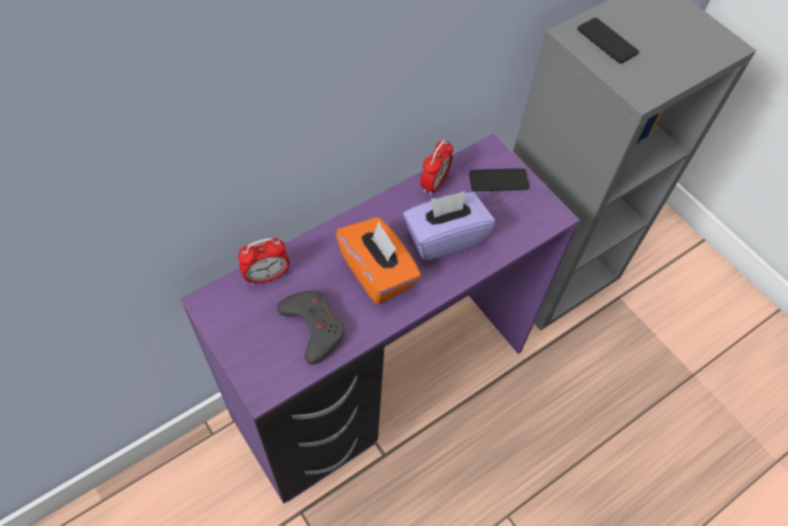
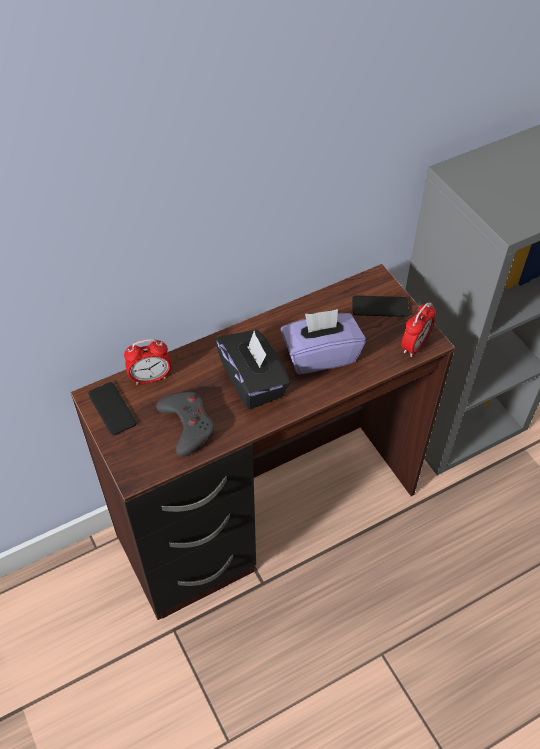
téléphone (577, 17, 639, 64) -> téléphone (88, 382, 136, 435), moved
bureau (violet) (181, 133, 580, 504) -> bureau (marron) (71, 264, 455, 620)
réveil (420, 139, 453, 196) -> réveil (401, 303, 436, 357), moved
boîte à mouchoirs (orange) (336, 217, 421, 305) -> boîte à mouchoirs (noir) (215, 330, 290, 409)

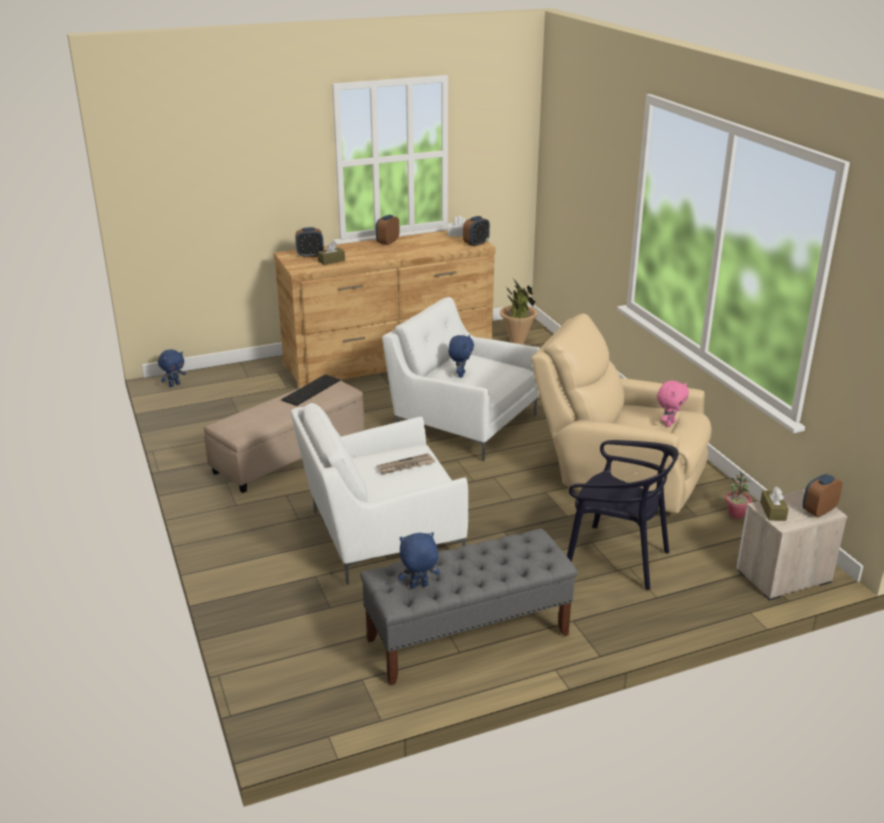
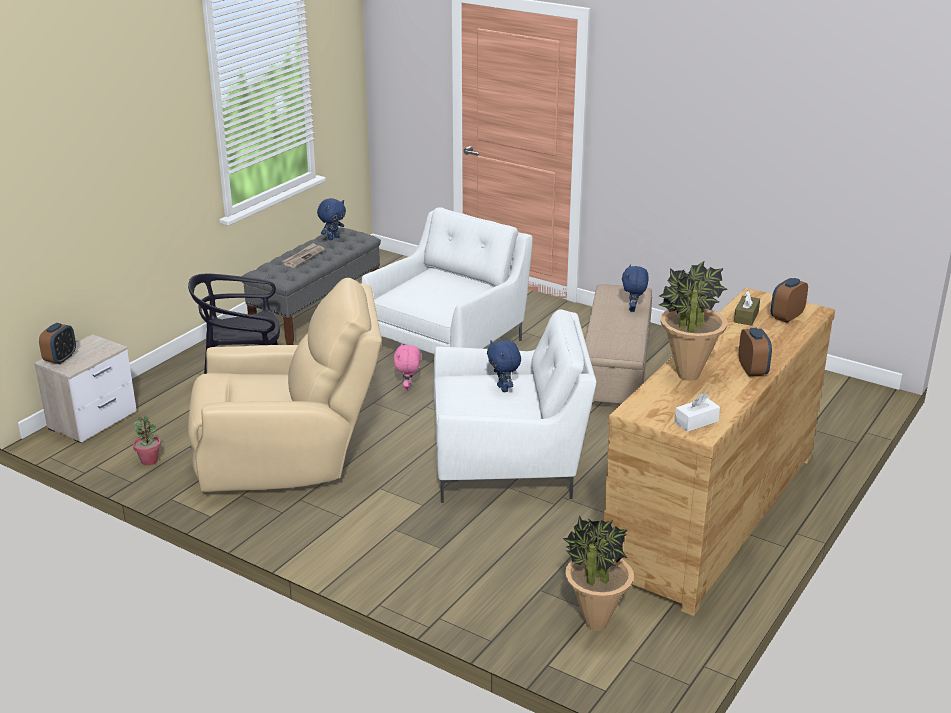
réveil (463, 216, 490, 247) -> none
peluche (bleu) (158, 349, 186, 387) -> peluche (bleu) (622, 264, 649, 312), moved
clavier (281, 374, 340, 406) -> none
peluche (rose) (657, 381, 689, 427) -> peluche (rose) (393, 343, 421, 391), moved
journal (377, 453, 435, 474) -> journal (282, 243, 325, 268), moved
boîte à mouchoirs (marron) (760, 487, 789, 521) -> none
none -> plante en pot (659, 260, 728, 381)

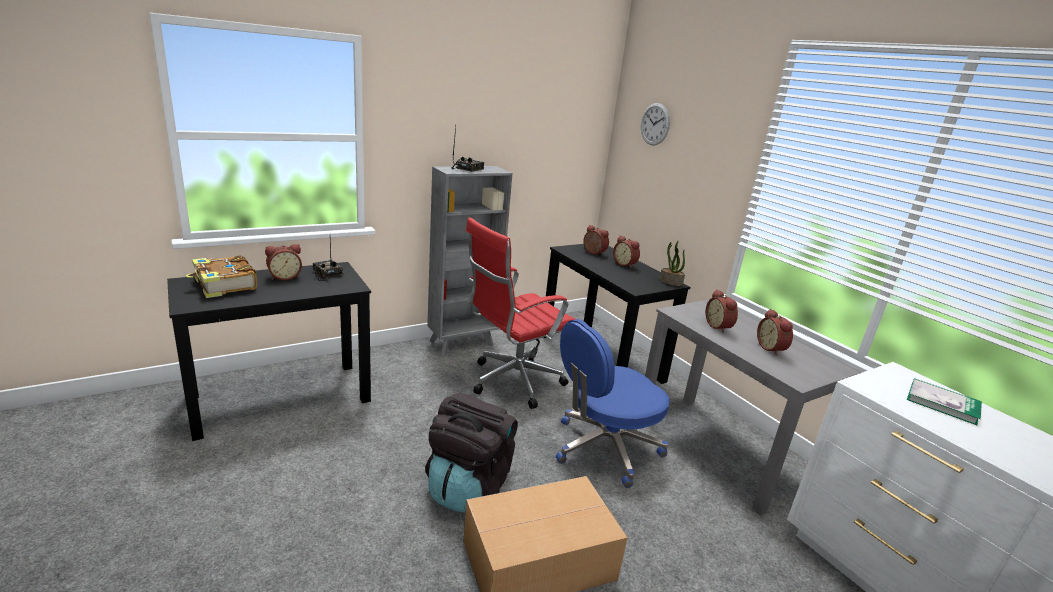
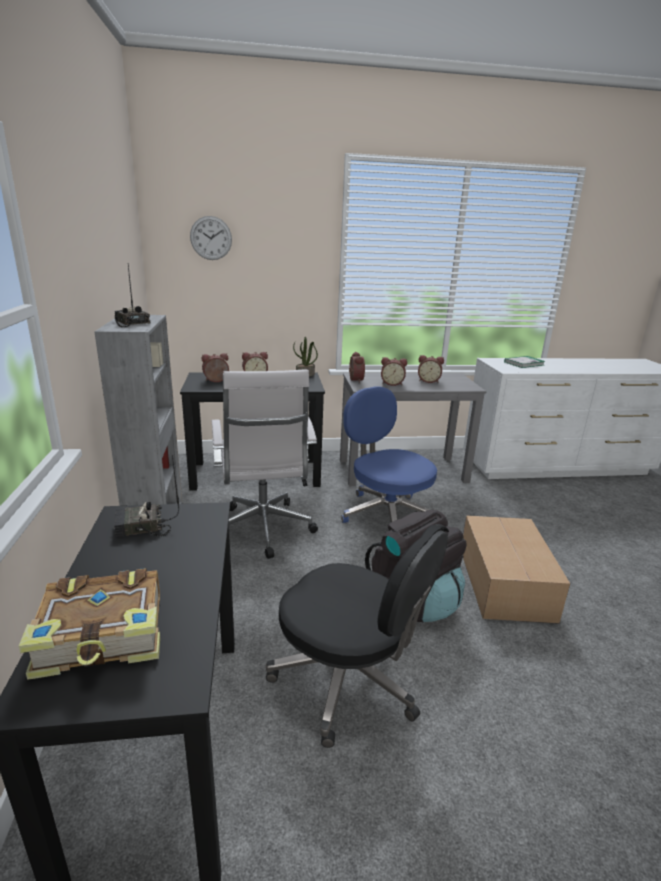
chaise de bureau (rouge) (466, 217, 575, 409) -> chaise de bureau (blanc) (212, 370, 318, 559)
réveil (265, 244, 302, 280) -> réveil (349, 352, 365, 383), moved
chaise de bureau (bleu) (556, 319, 670, 488) -> chaise de bureau (bleu) (341, 386, 437, 523), 150 degrees clockwise
none -> chaise de bureau (noir) (266, 524, 448, 748)

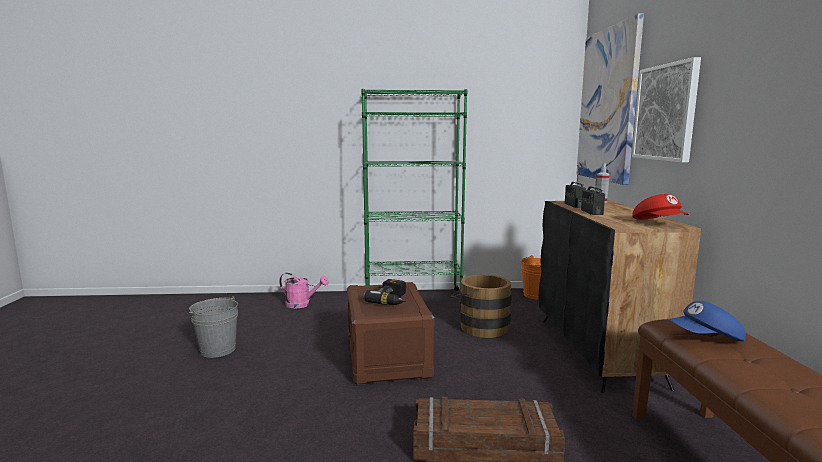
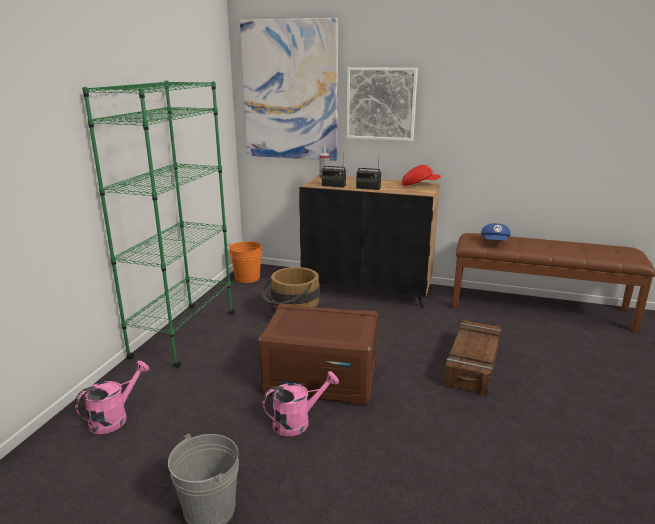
perceuse (363, 279, 406, 305) -> none
none -> arrosoir (rose) (263, 371, 339, 436)

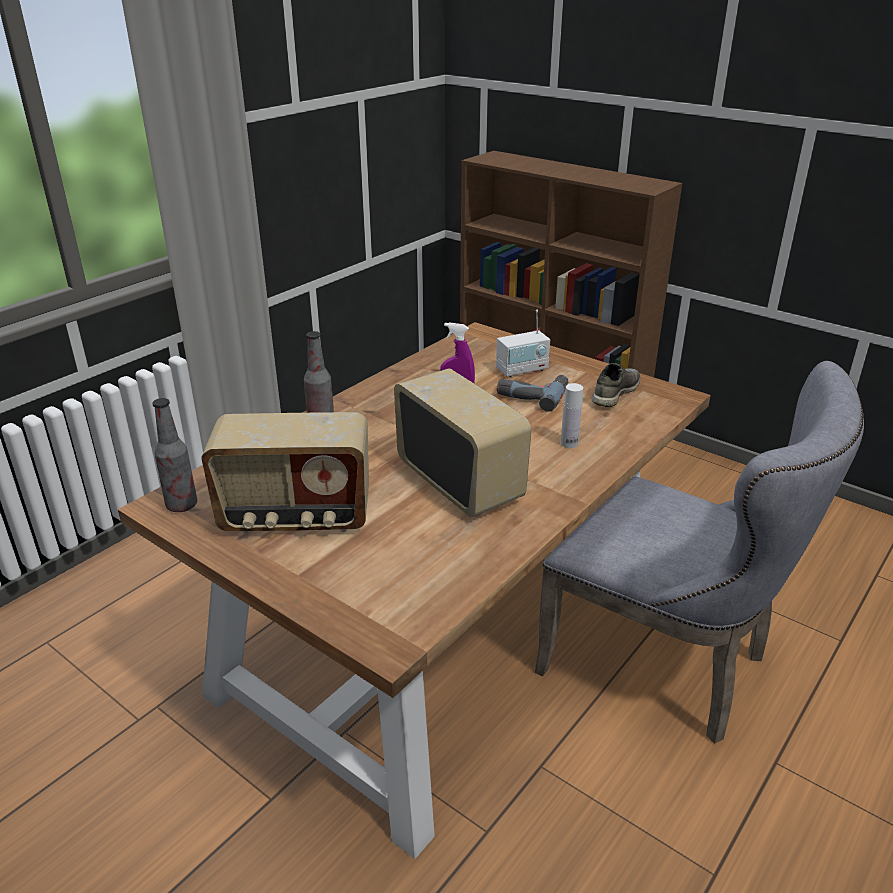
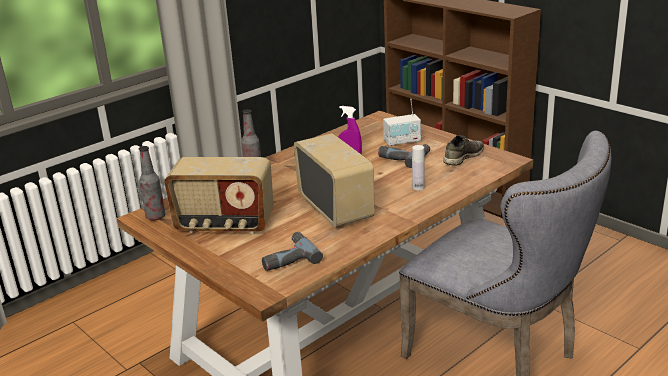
none -> perceuse (262, 232, 323, 271)

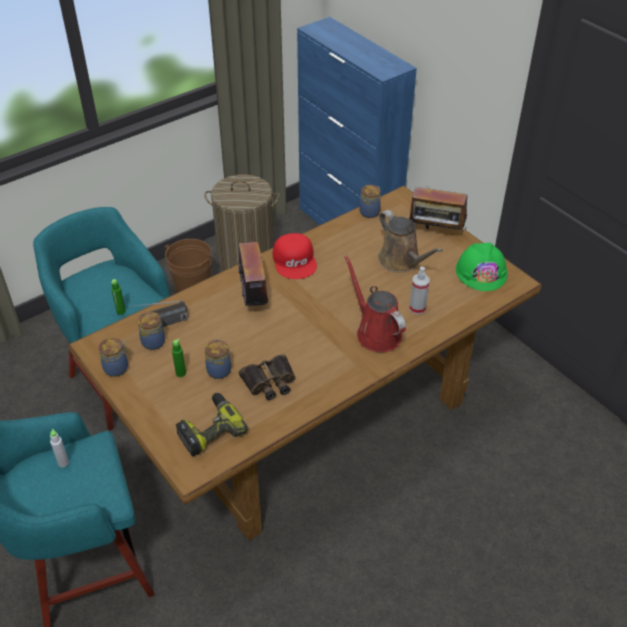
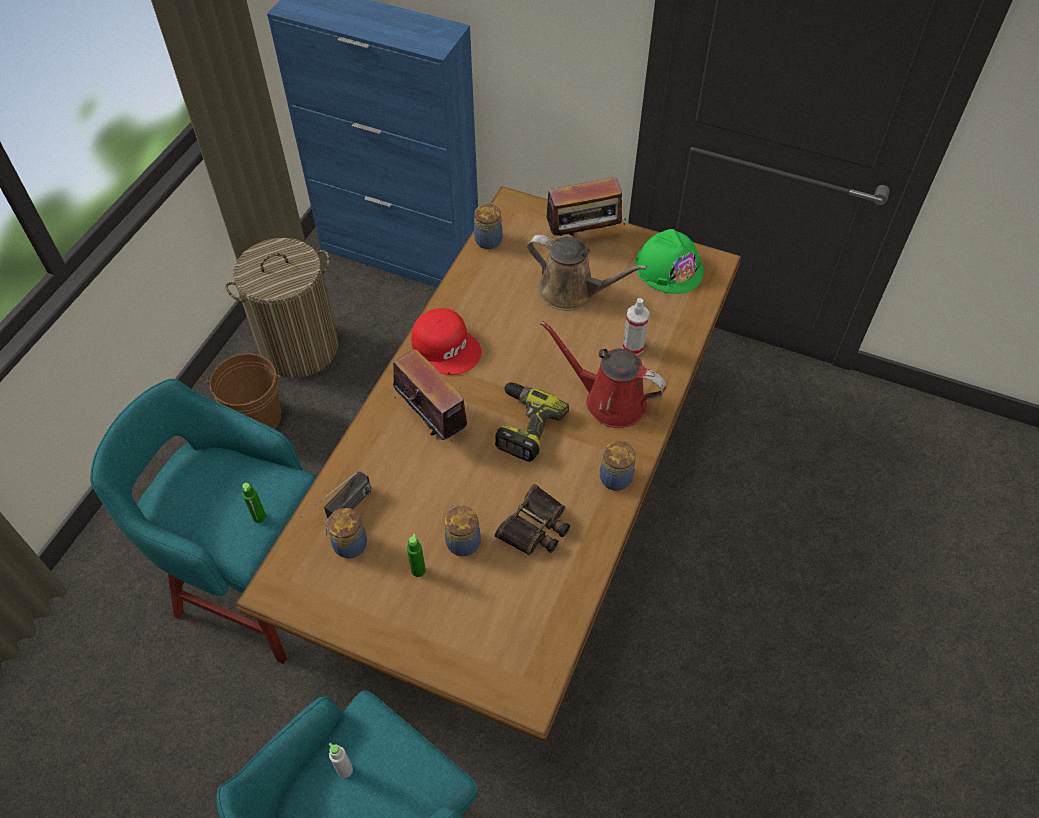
bocal (99, 338, 129, 377) -> bocal (600, 440, 636, 491), moved
perceuse (176, 393, 248, 456) -> perceuse (495, 382, 569, 462), moved

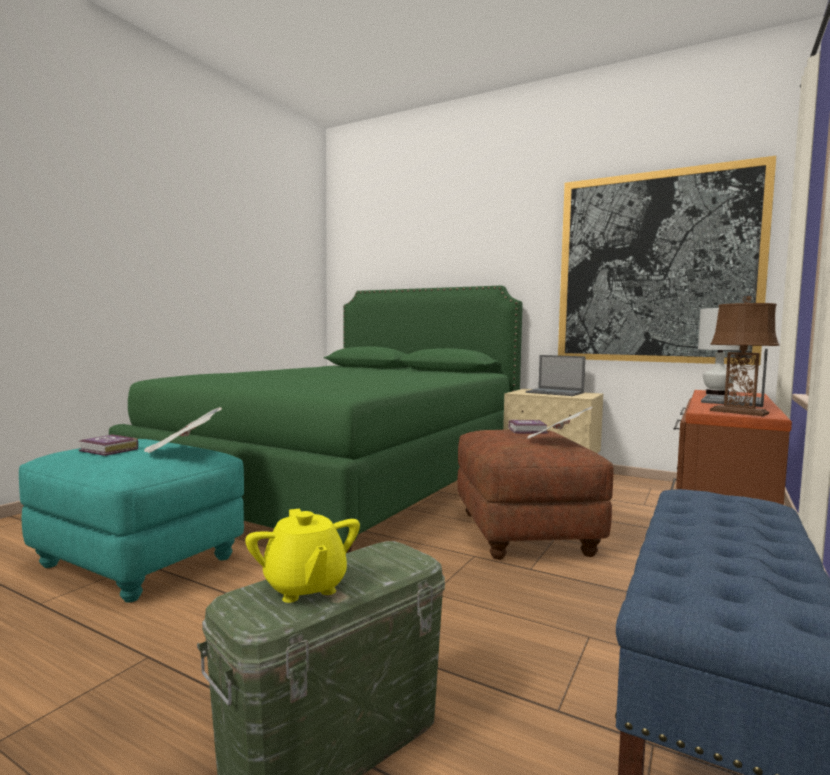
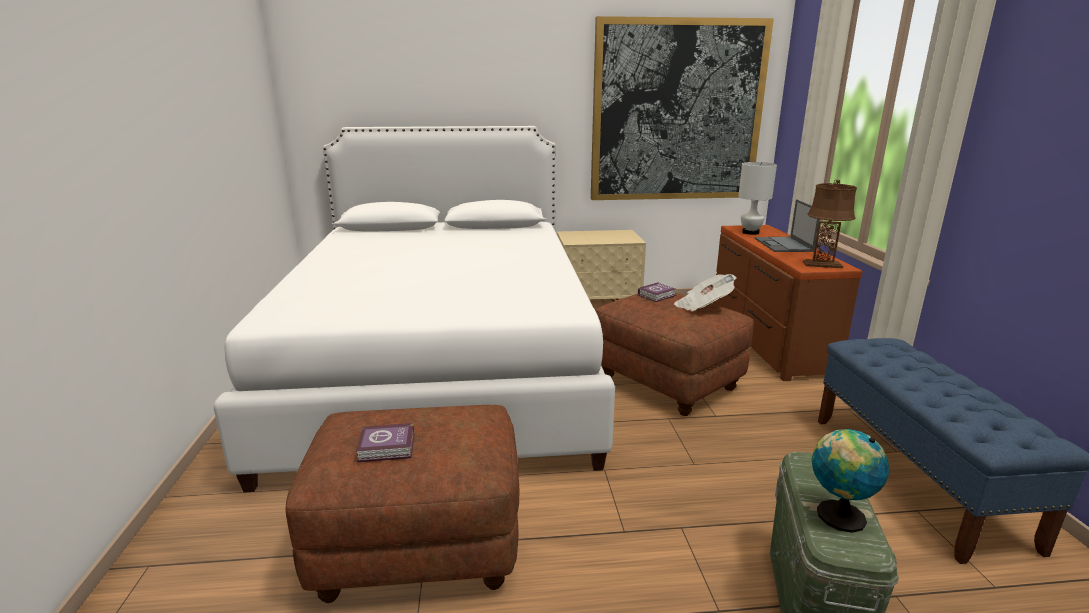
lit (vert) (109, 286, 523, 553) -> lit (blanc) (214, 126, 615, 493)
ordinateur portable (526, 355, 585, 396) -> none
journal (144, 407, 222, 453) -> none
pouf (turquoise) (19, 439, 244, 603) -> pouf (marron) (285, 405, 519, 603)
théière (jaune) (245, 508, 360, 603) -> globe (812, 429, 890, 533)

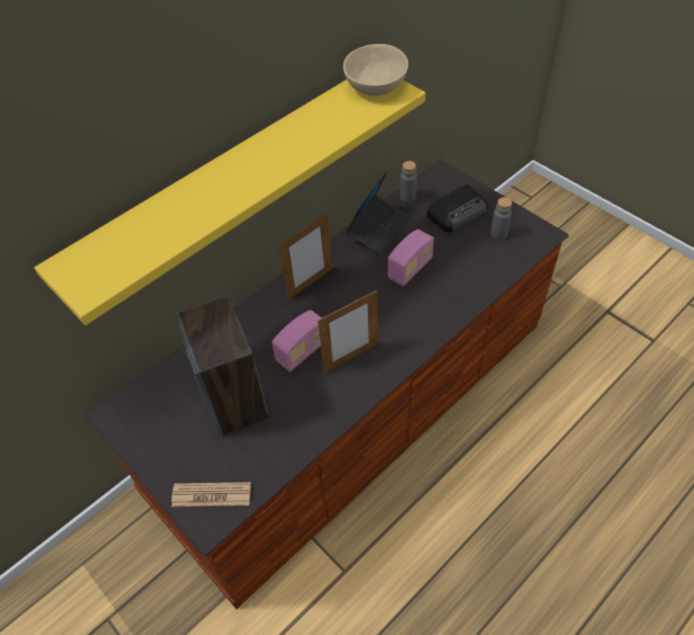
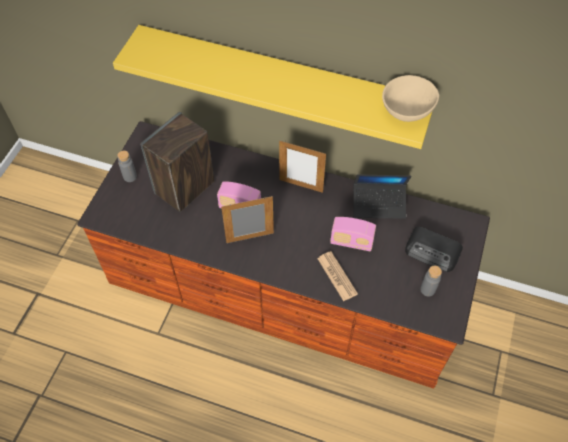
bouteille (gris) (400, 161, 417, 202) -> bouteille (gris) (117, 150, 137, 182), moved
cadre photo (318, 290, 378, 373) -> cadre photo (221, 196, 274, 243), 135 degrees clockwise
journal (172, 482, 251, 507) -> journal (317, 251, 358, 301), moved

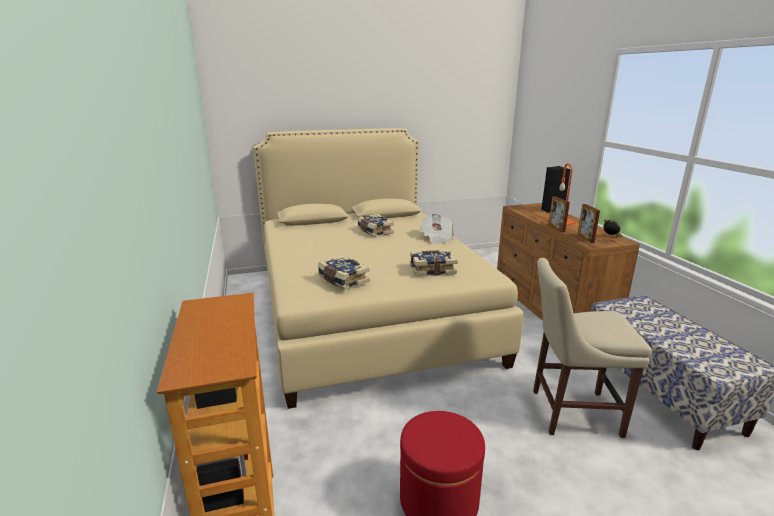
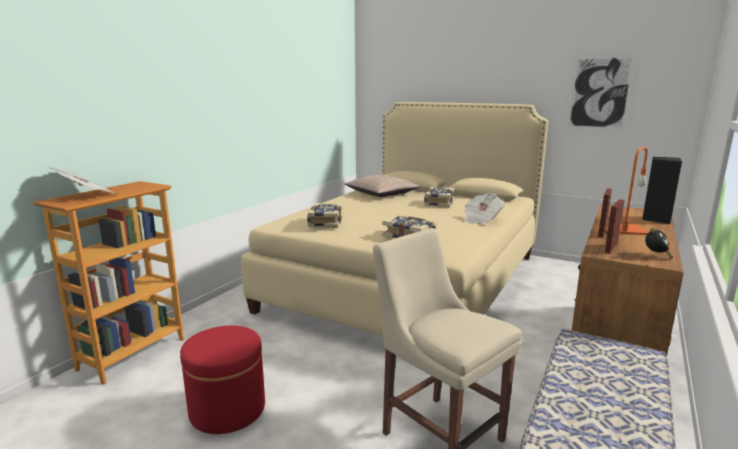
none -> tableau (568, 56, 634, 129)
none -> journal (47, 167, 118, 194)
none -> coussin (345, 175, 420, 197)

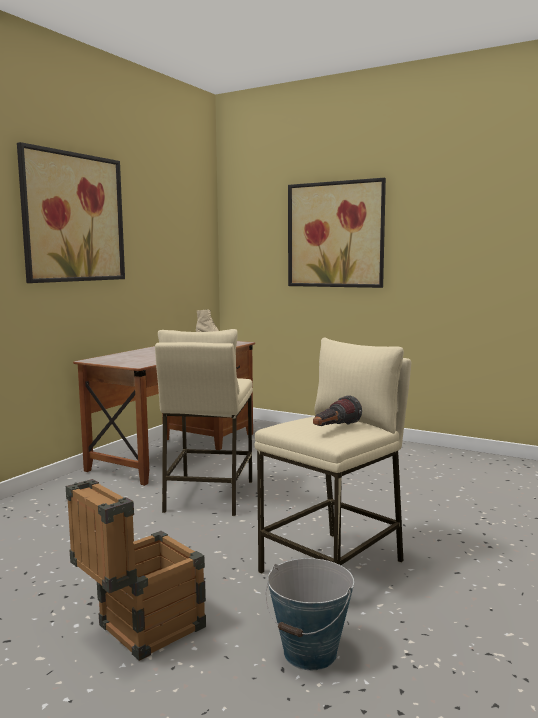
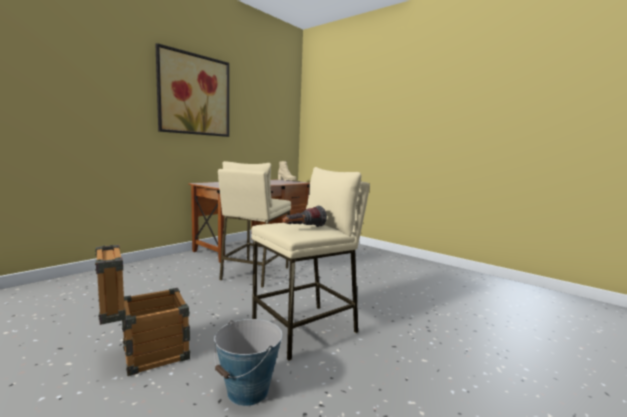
tableau (288, 178, 386, 288) -> none

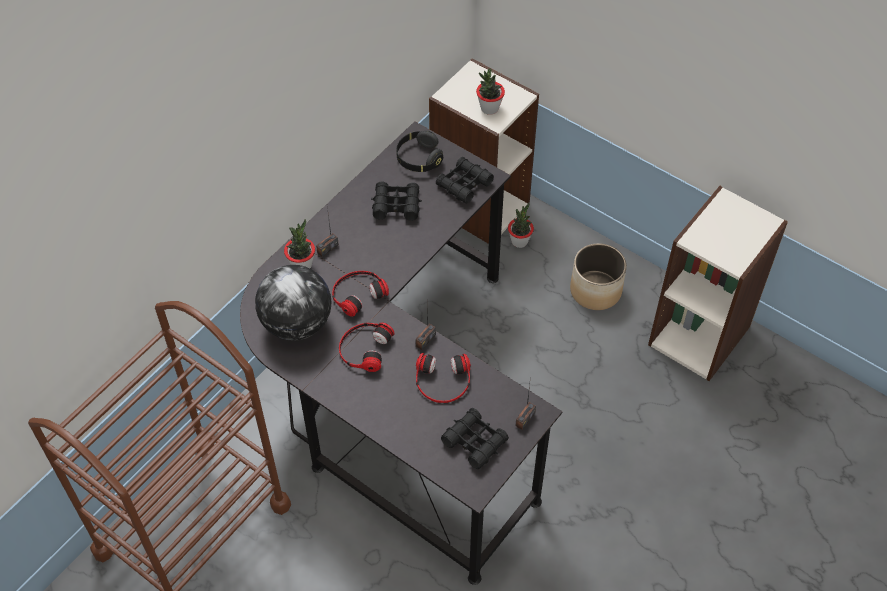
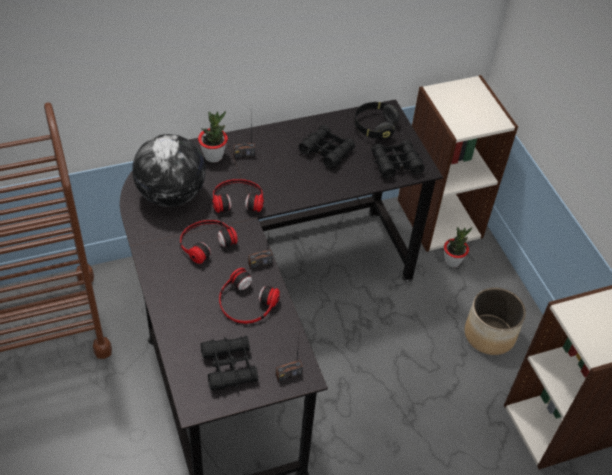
plante en pot (476, 69, 505, 115) -> none

